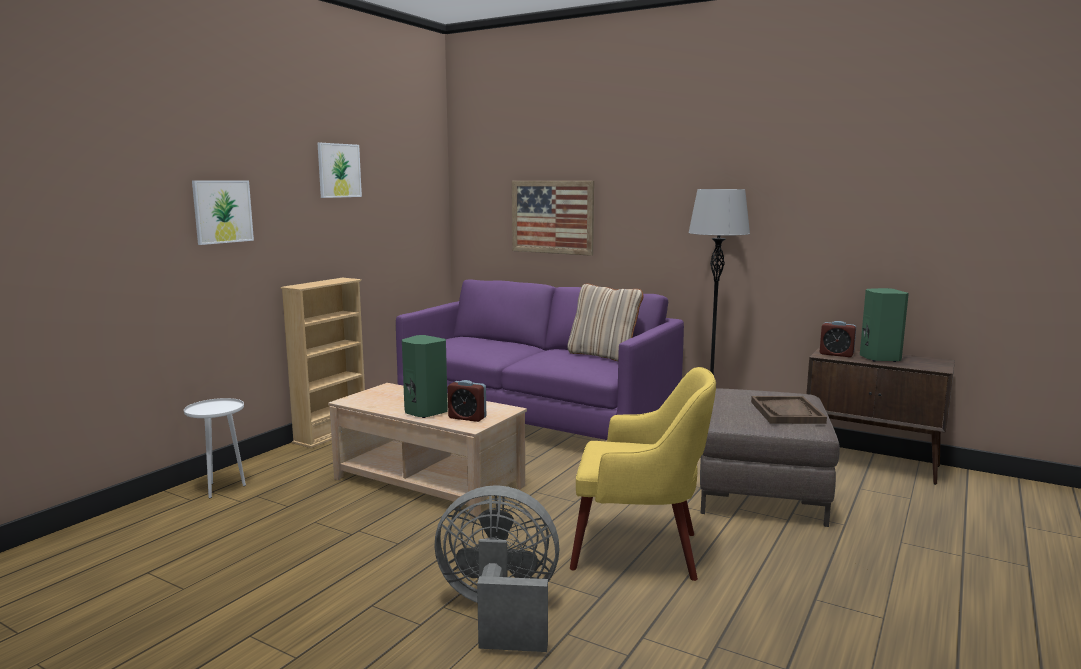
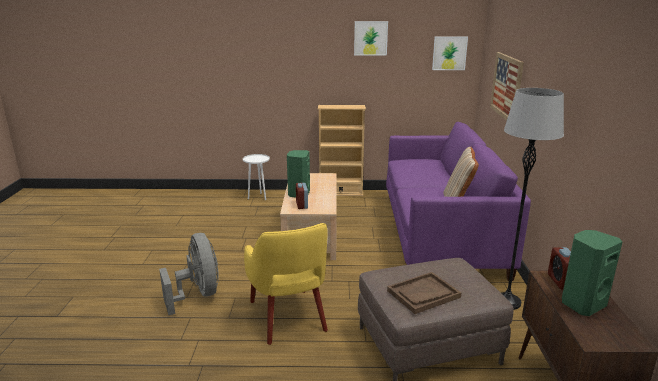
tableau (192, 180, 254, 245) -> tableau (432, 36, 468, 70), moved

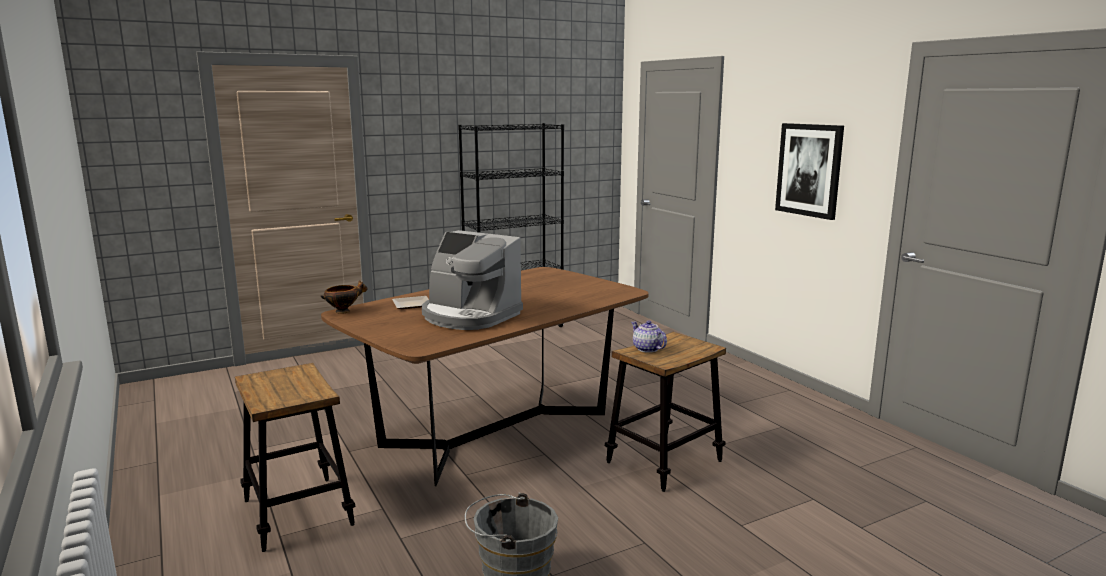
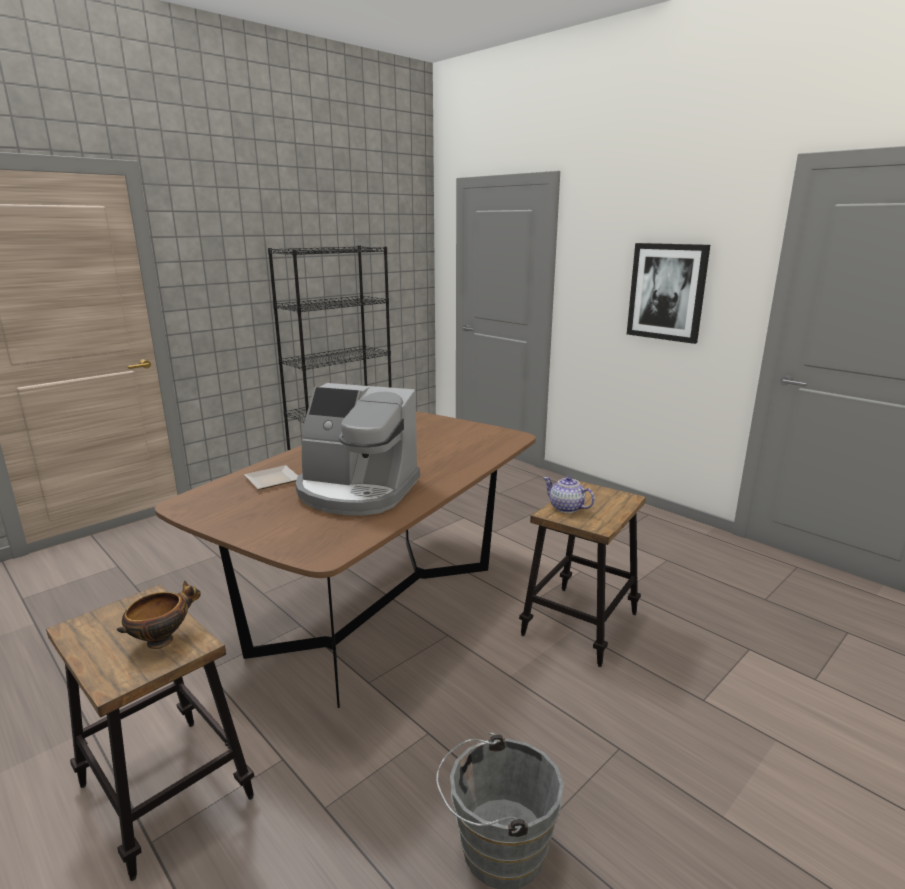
bol (321, 280, 368, 314) -> bol (117, 581, 201, 649), moved

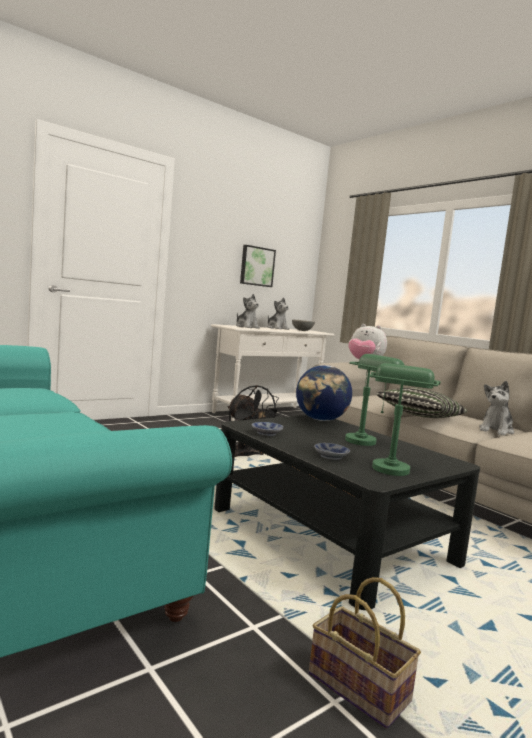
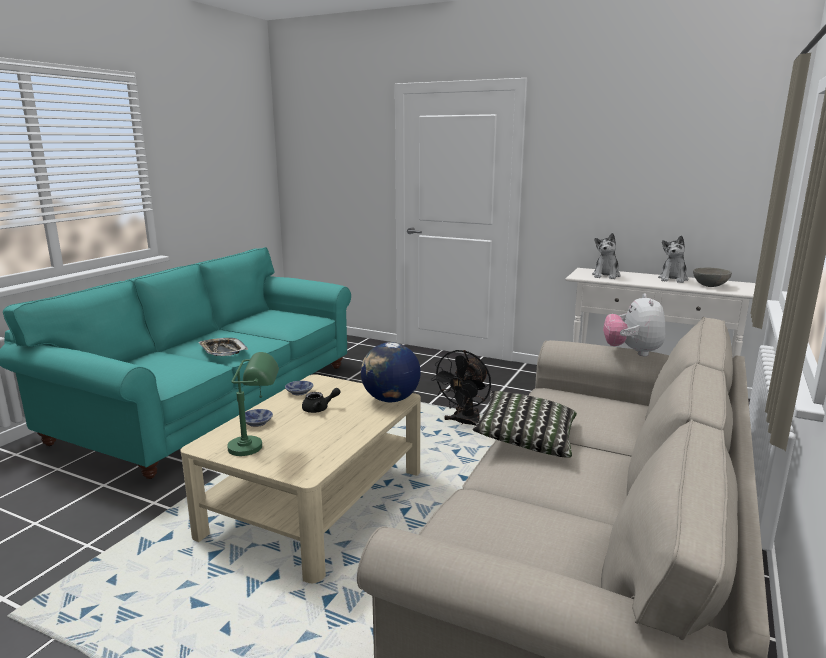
tableau (240, 245, 276, 287) -> none
lampe de table (vert) (345, 354, 405, 446) -> none
peluche (479, 381, 514, 436) -> none
table basse (noir) (214, 415, 480, 610) -> table basse (beige) (180, 374, 421, 583)
panier (309, 577, 421, 729) -> none
none -> plateau (199, 338, 248, 356)
none -> théière (noir) (302, 388, 341, 413)

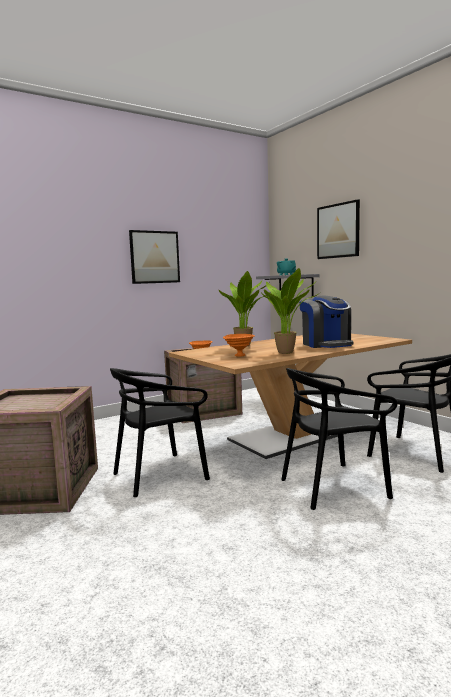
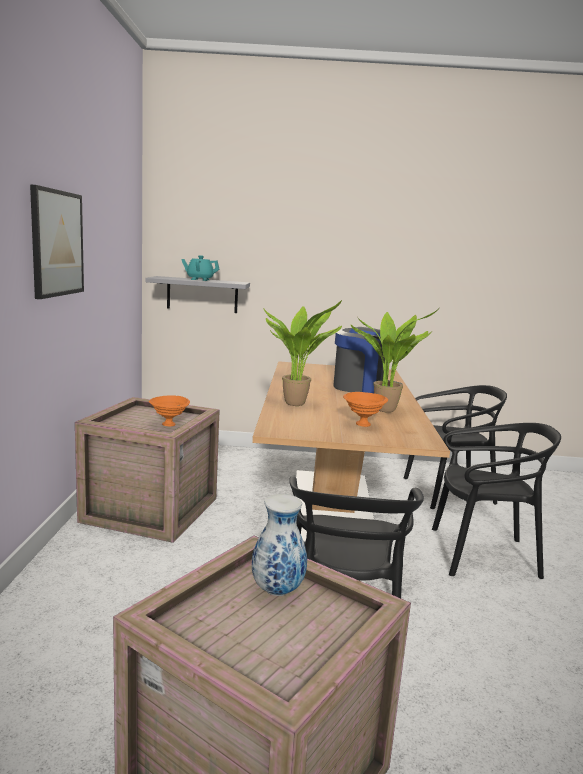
tableau (317, 199, 360, 259) -> none
chaise (noir) (281, 368, 397, 510) -> chaise (noir) (432, 423, 561, 579), 105 degrees counterclockwise
none -> vase (252, 494, 307, 596)

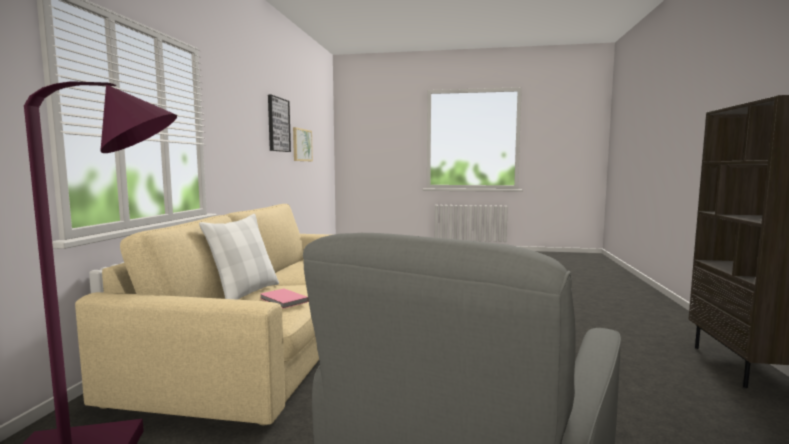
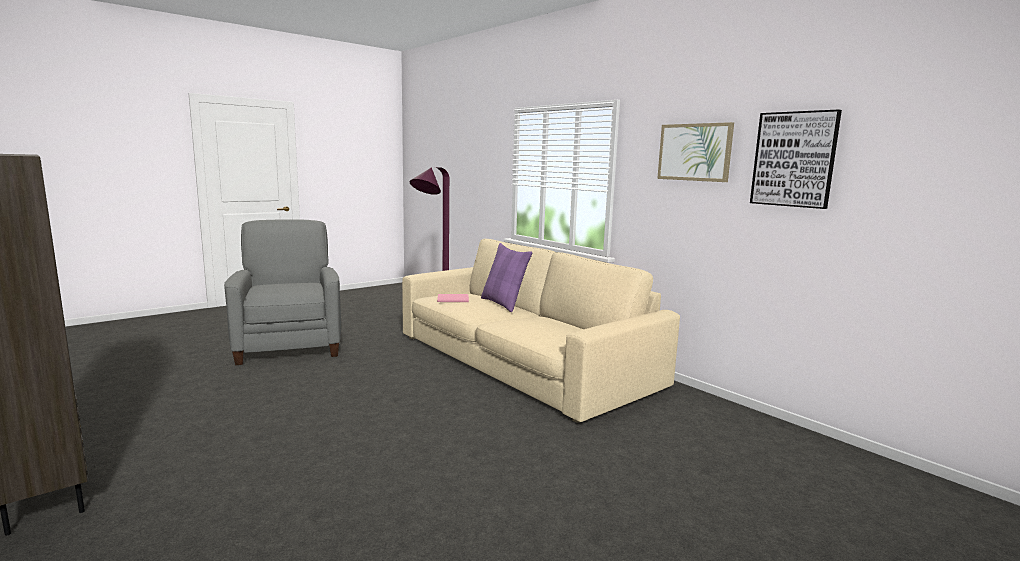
tableau (293, 127, 313, 161) -> tableau (657, 122, 734, 182), moved
coussin (blanc) (199, 214, 279, 300) -> coussin (violet) (481, 243, 532, 312)

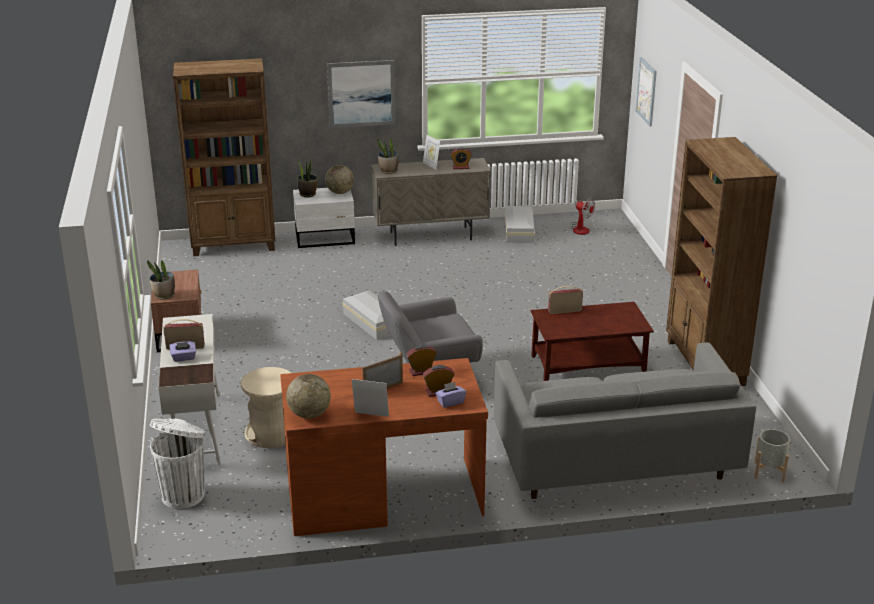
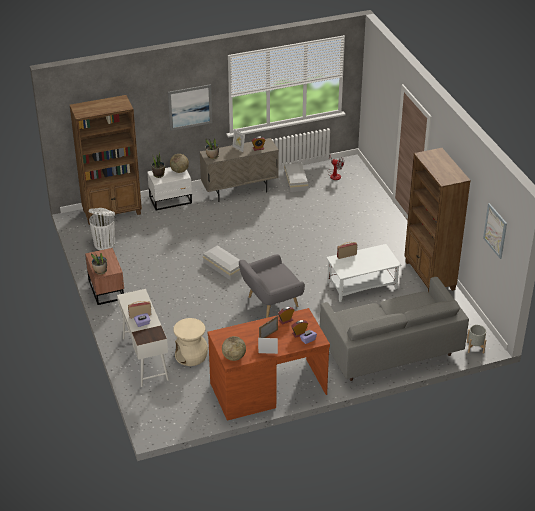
tableau (635, 57, 657, 126) -> tableau (483, 203, 507, 259), moved
table basse (marron) (531, 302, 654, 381) -> table basse (blanc) (326, 244, 401, 302)
poubelle (blanc) (150, 419, 205, 509) -> poubelle (blanc) (89, 208, 115, 250), moved

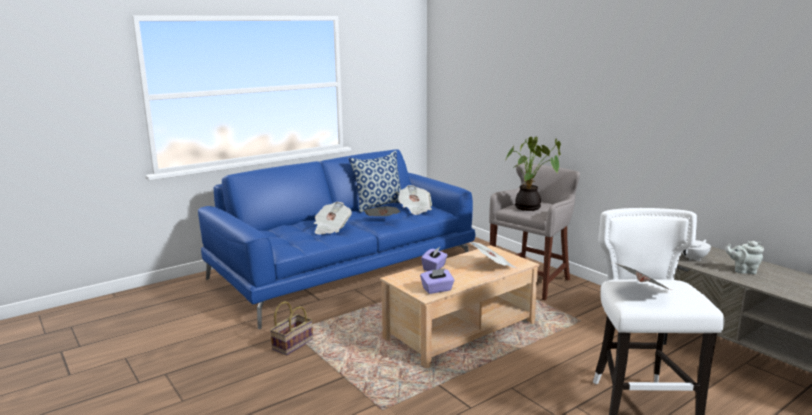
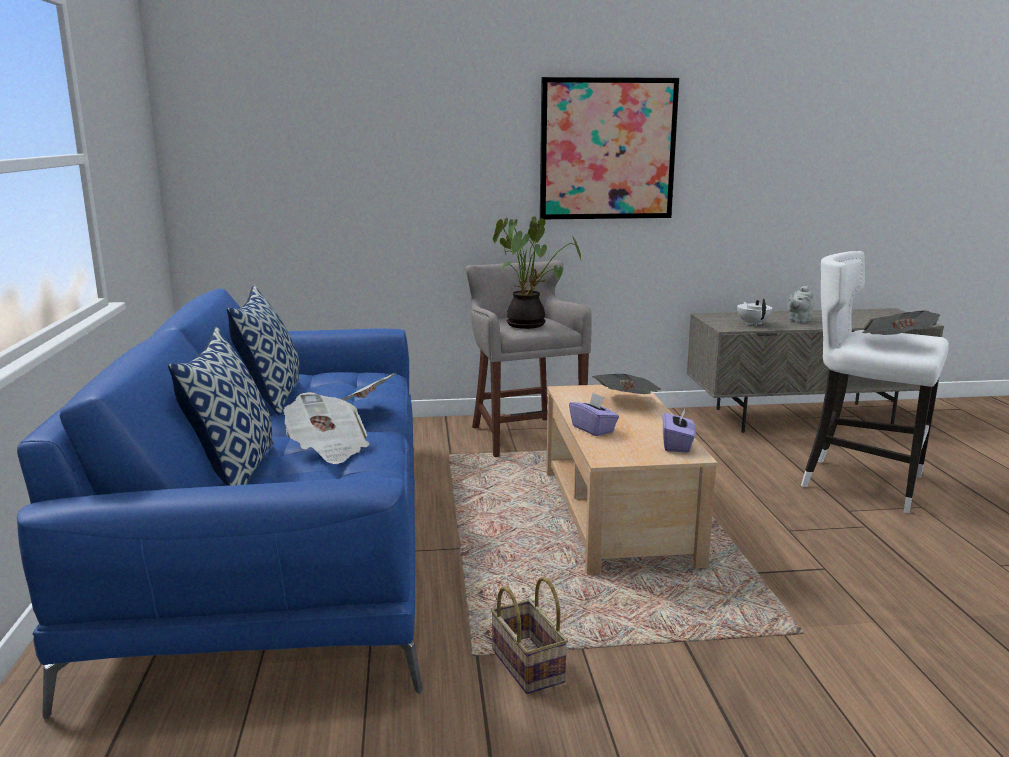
journal (398, 185, 432, 215) -> none
none -> tableau (540, 77, 679, 219)
none -> coussin (168, 327, 274, 486)

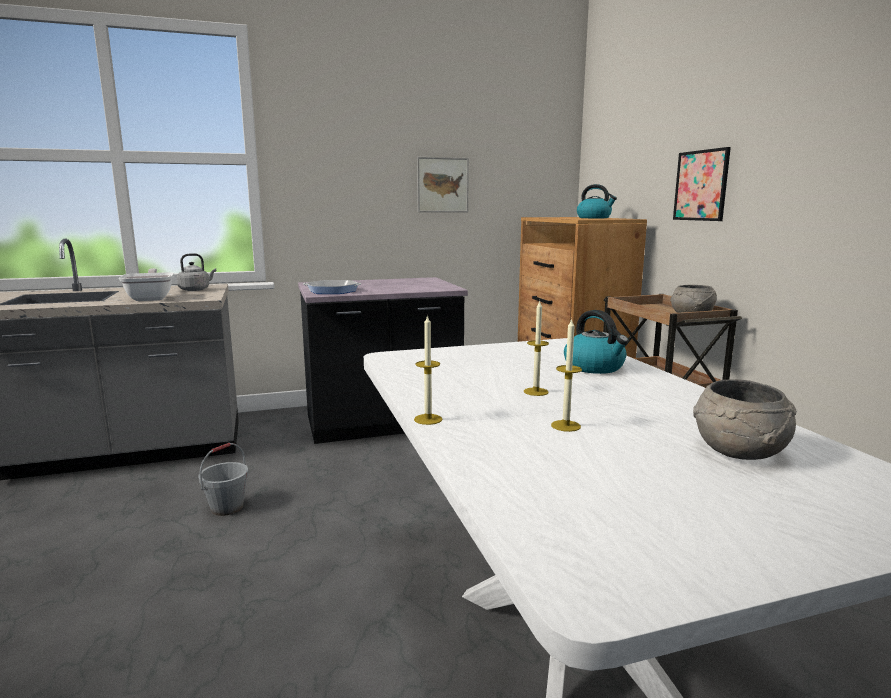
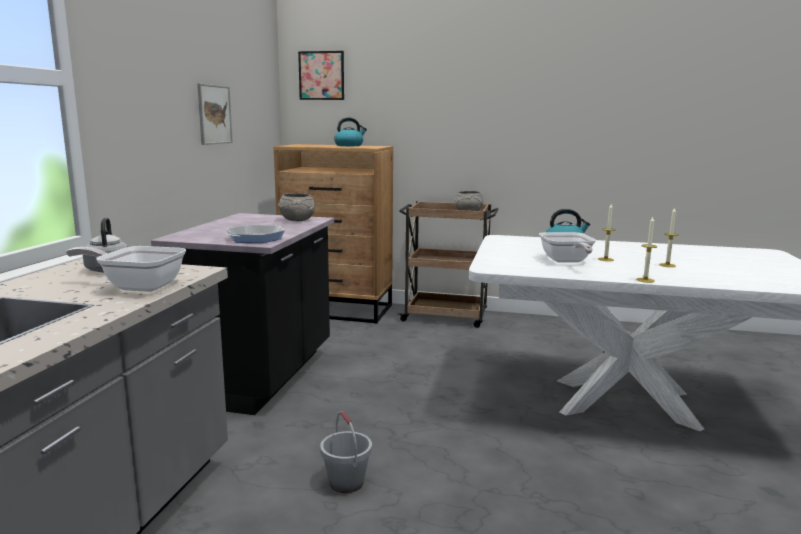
tableau (673, 147, 731, 221) -> tableau (298, 51, 344, 100), moved
bol (gris) (693, 379, 796, 460) -> bol (gris) (278, 193, 315, 221), moved
none -> poêle (539, 232, 596, 263)

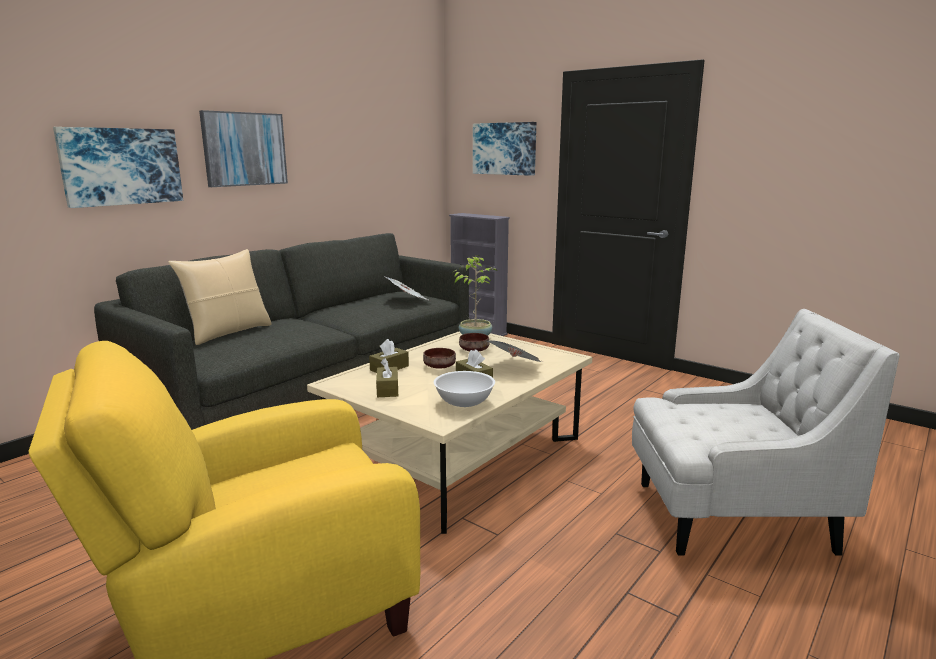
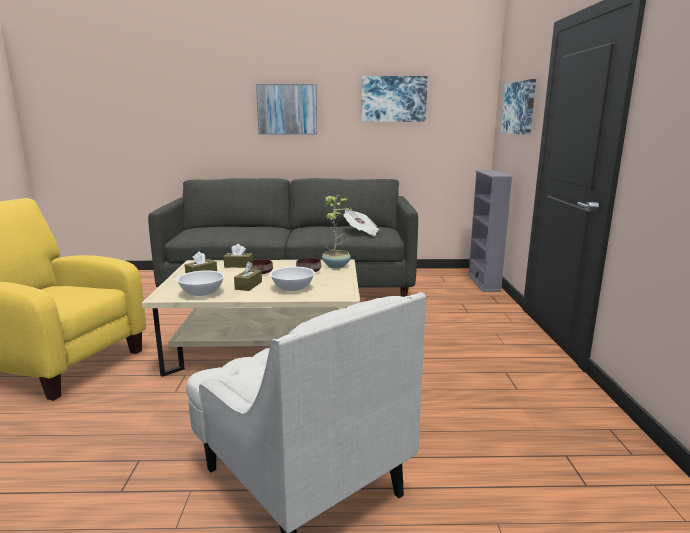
tableau (53, 127, 183, 208) -> tableau (361, 76, 428, 122), moved
coussin (beige) (168, 249, 272, 345) -> none
journal (486, 340, 543, 362) -> bol (blanc) (270, 267, 315, 291)

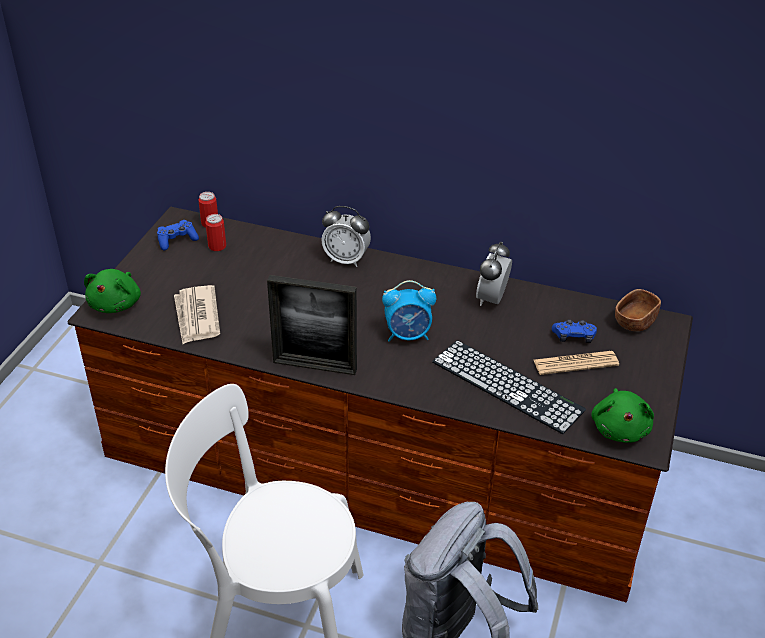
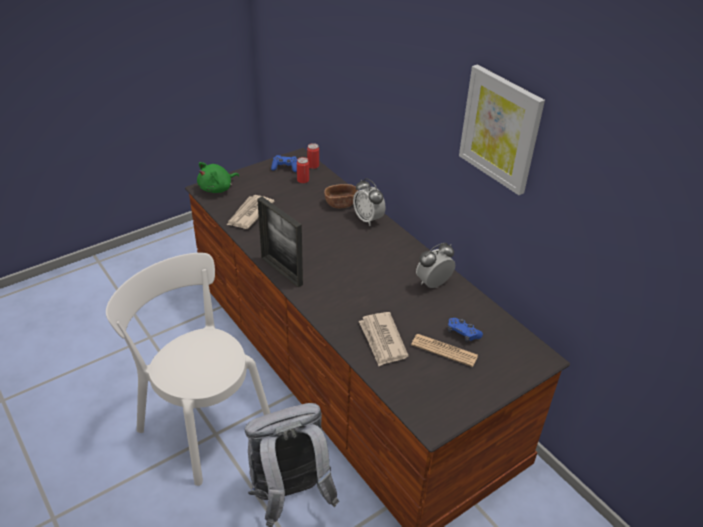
réveil (382, 280, 436, 342) -> none
bol (marron) (615, 289, 661, 331) -> bol (marron) (324, 184, 358, 208), moved
clavier (432, 340, 586, 434) -> journal (359, 312, 409, 366)
peluche (vert) (591, 388, 654, 443) -> none
none -> tableau (459, 65, 545, 195)

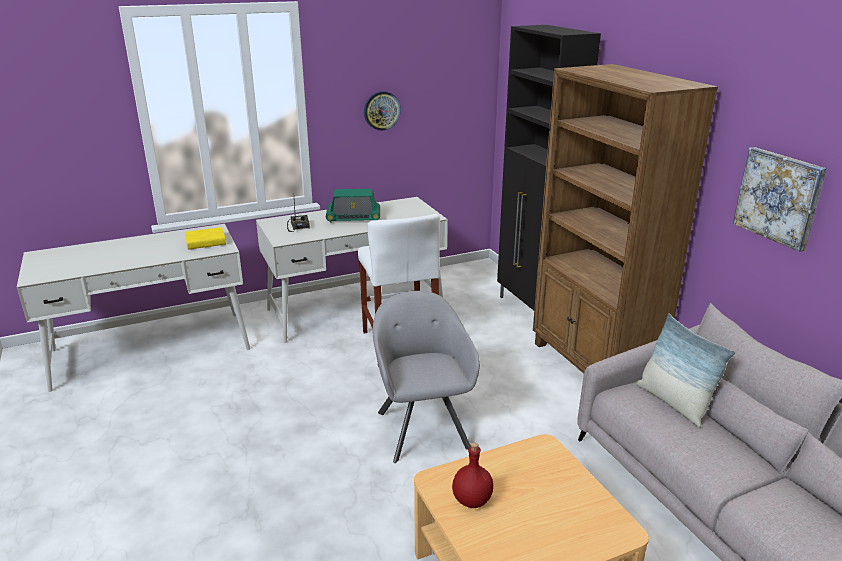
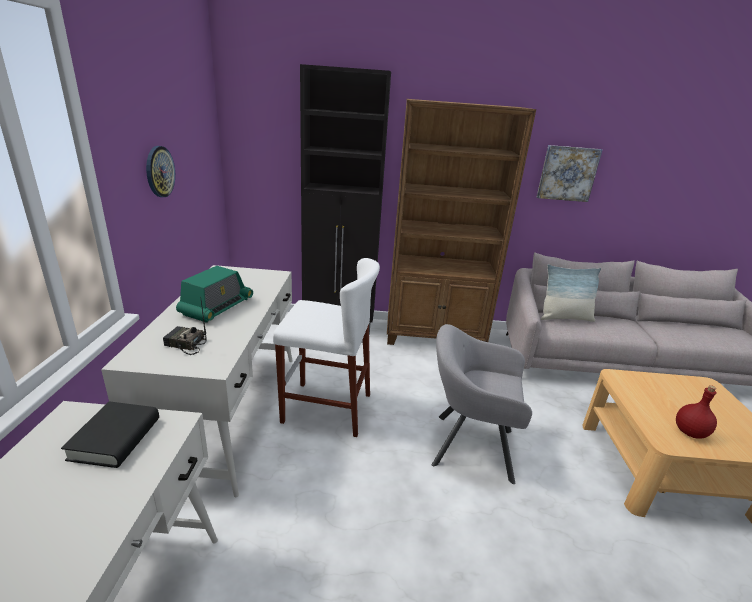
livre (jaune) (185, 227, 226, 250) -> livre (noir) (61, 401, 159, 468)

